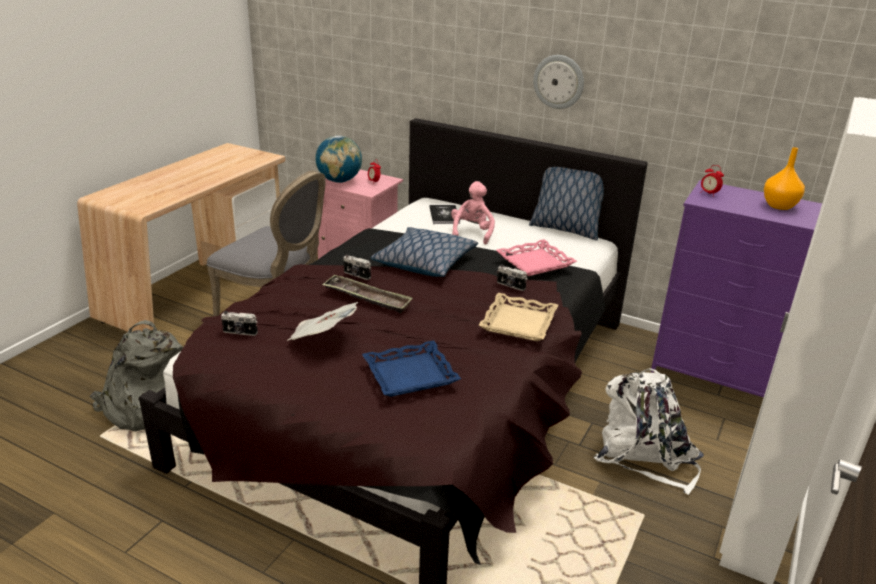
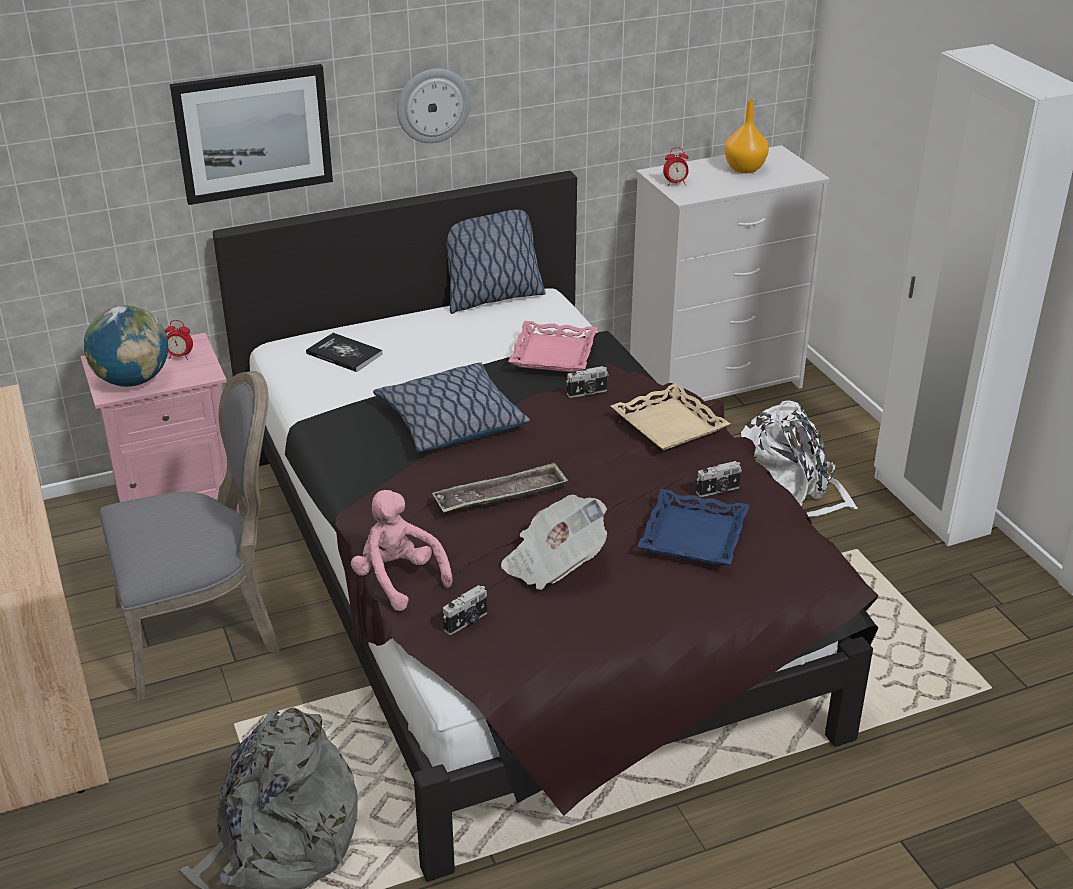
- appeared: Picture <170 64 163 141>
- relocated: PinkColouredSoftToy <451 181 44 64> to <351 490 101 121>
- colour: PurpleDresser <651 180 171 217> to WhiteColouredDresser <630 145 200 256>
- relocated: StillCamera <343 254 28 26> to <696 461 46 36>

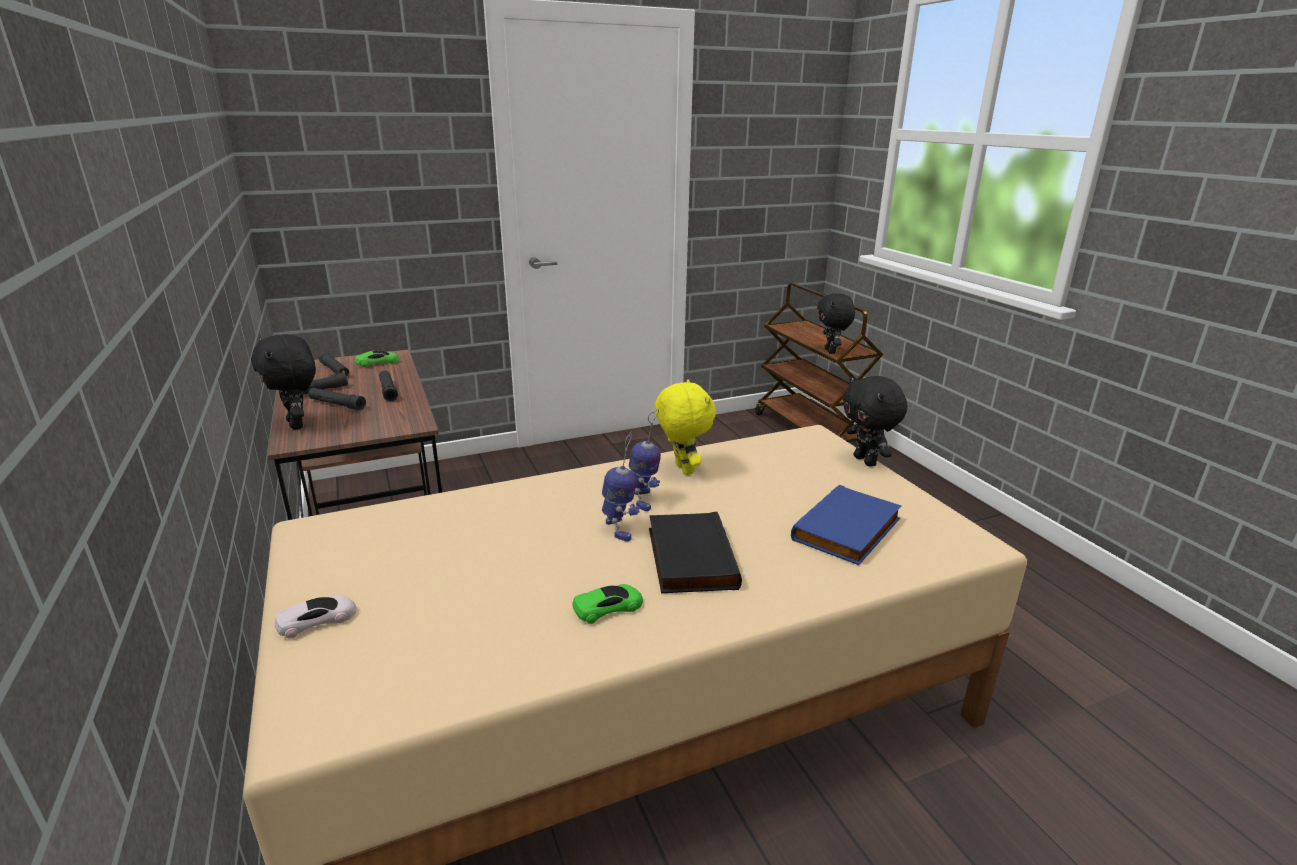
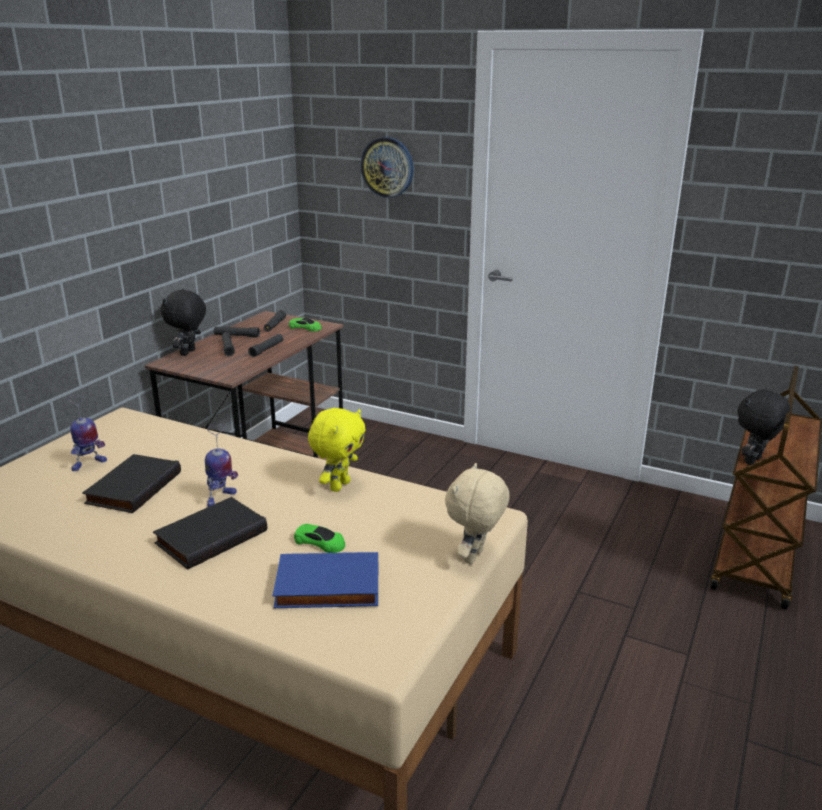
- relocated: ToyRobot <629 409 32 102> to <67 395 40 76>
- appeared: BlackBoundBook <82 454 99 59>
- relocated: GreenishModelCar <573 584 70 40> to <294 524 51 29>
- appeared: HangingClock <361 137 53 61>
- colour: BlackSoftToy <843 376 64 91> to BeigeSoftToy <445 463 65 101>
- missing: WhiteColouredModelCar <275 595 82 44>

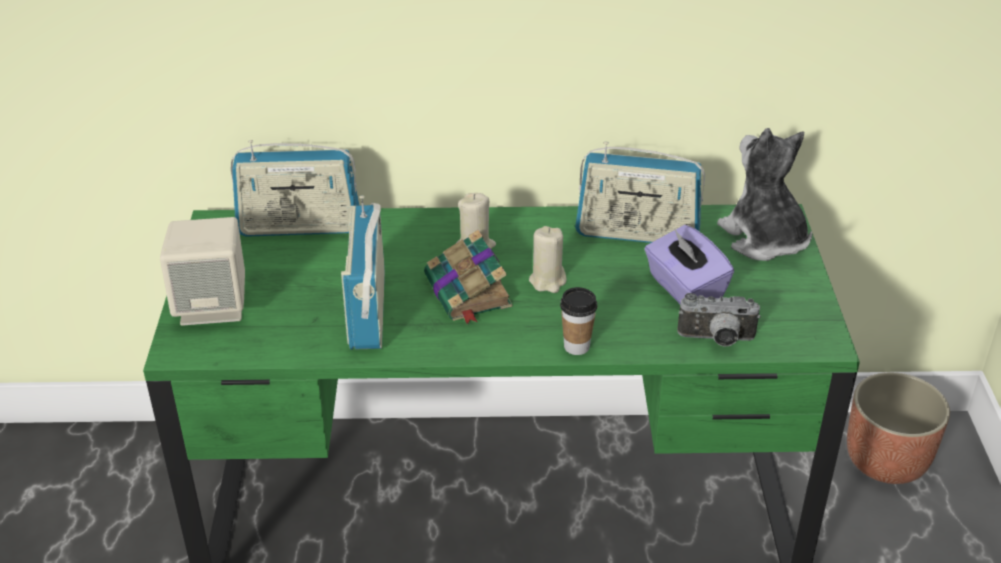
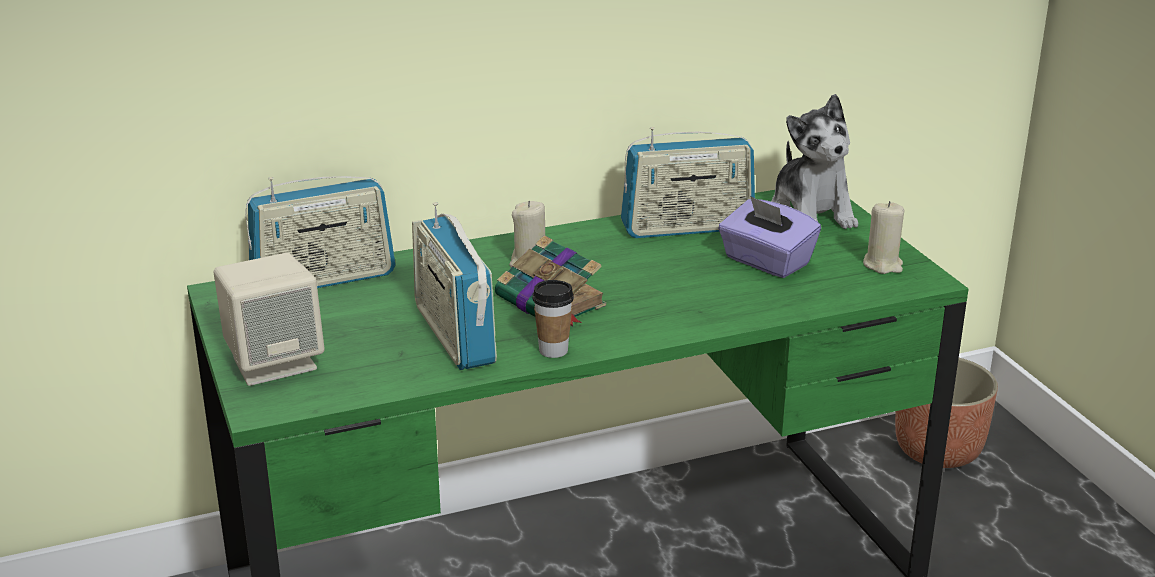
- relocated: Cup <560 287 37 68> to <532 280 42 78>
- spun: SoftToy <717 128 95 133> = <771 94 87 135> 150 degrees counterclockwise
- relocated: BeigeWaxCandle <529 226 37 67> to <863 201 41 73>
- missing: StillCamera <677 293 84 54>

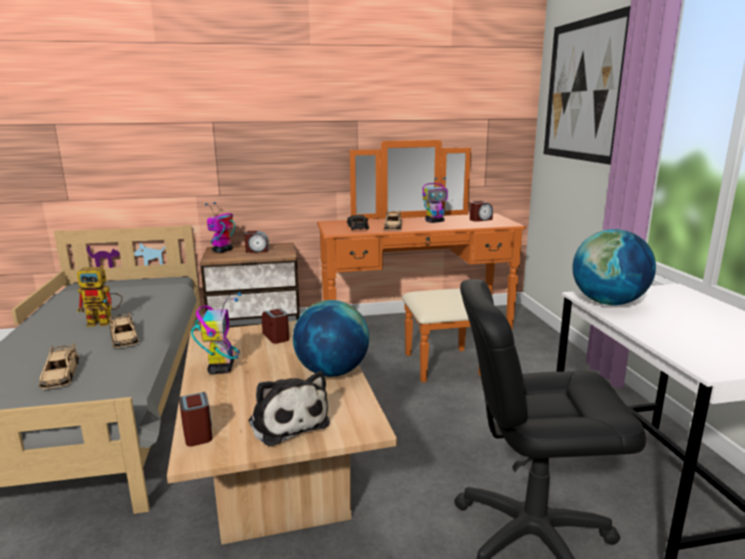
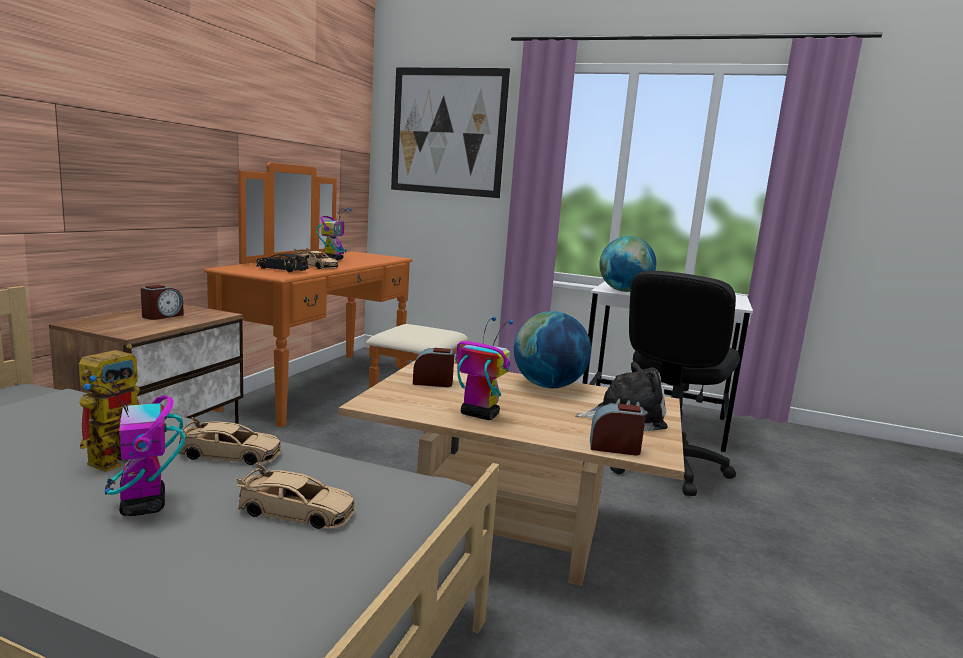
- relocated: ToyRobot <205 202 30 51> to <83 375 103 141>
- missing: AlarmClock <470 200 23 22>

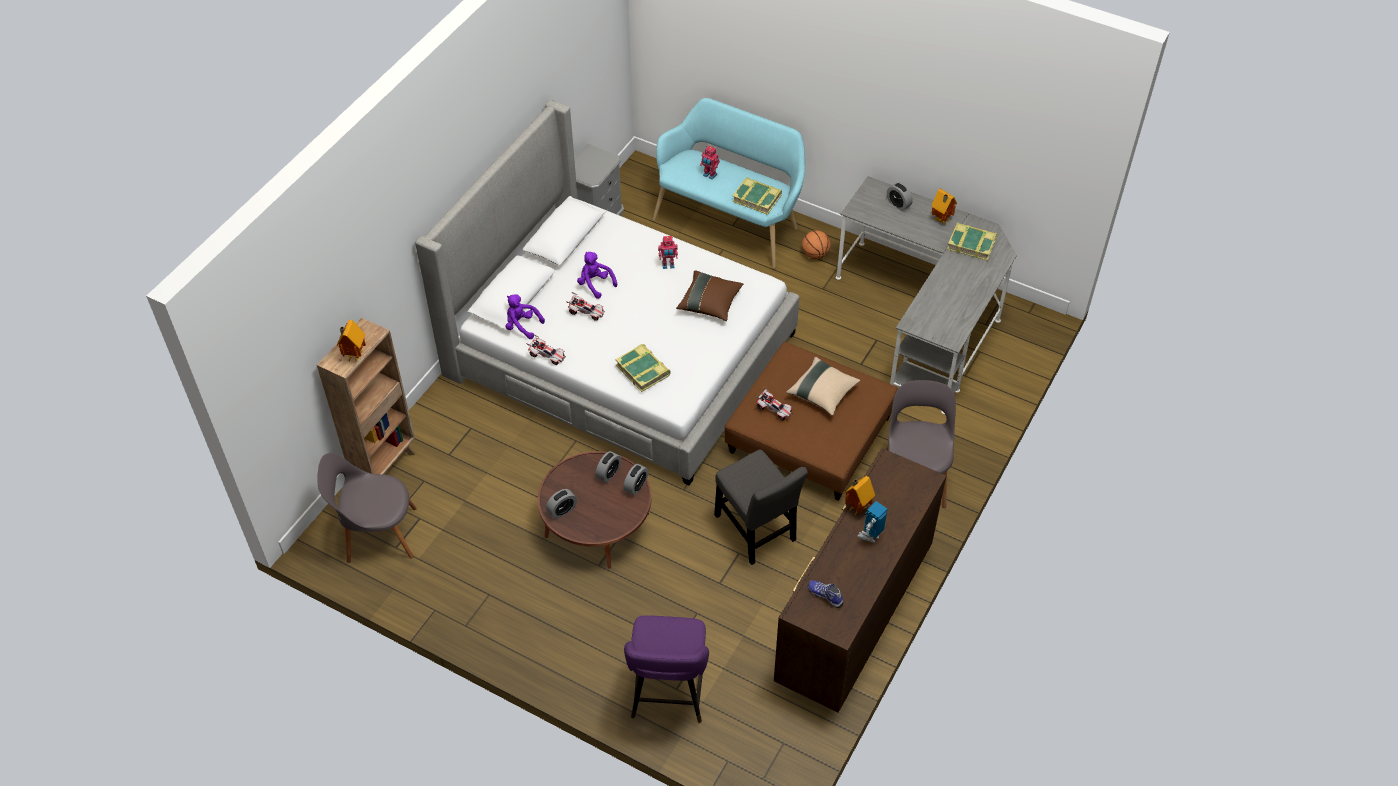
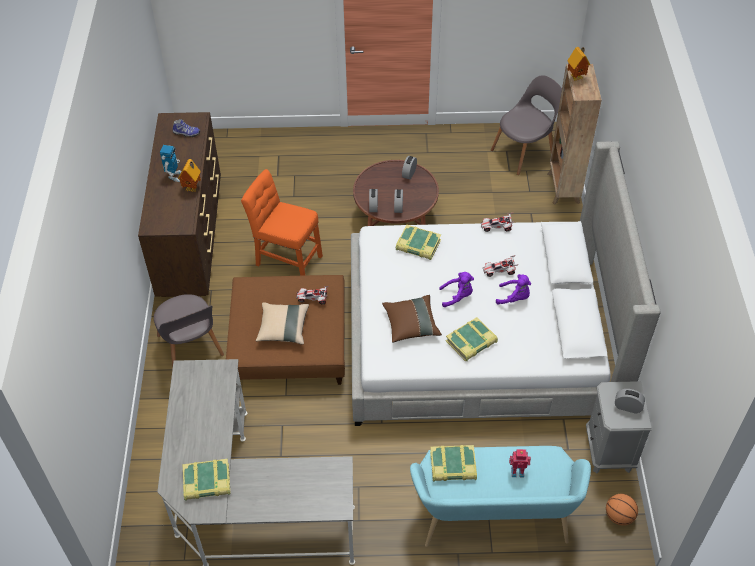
- colour: GreyishUprightChair <714 449 94 116> to OrangeColouredUprightChair <241 169 82 107>
- relocated: PurpleSoftToy <505 294 40 45> to <439 272 35 35>
- exchanged: ToyRobot <658 236 20 33> to BoundBook <446 317 52 44>
- relocated: Basketball <802 230 29 29> to <606 494 32 31>
- relocated: AlarmClock <887 183 26 28> to <615 389 30 25>
- missing: PurpleSittingStool <624 615 85 108>
- missing: ModelHouse <931 188 26 36>

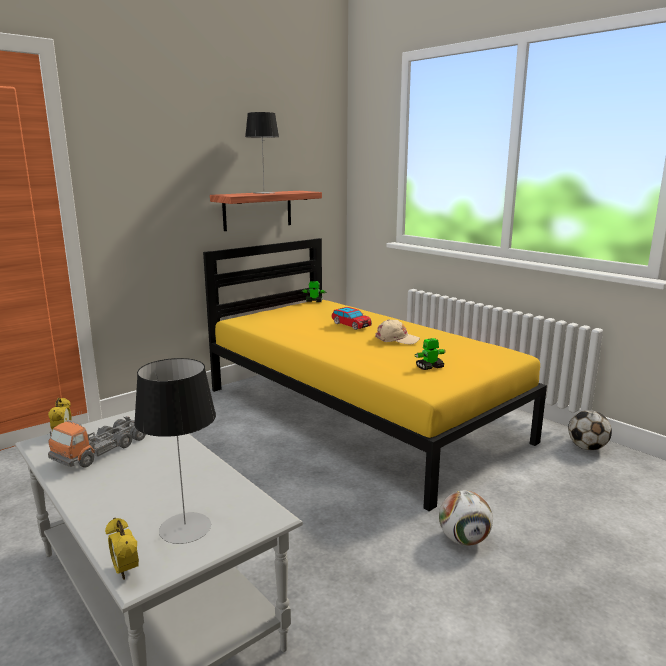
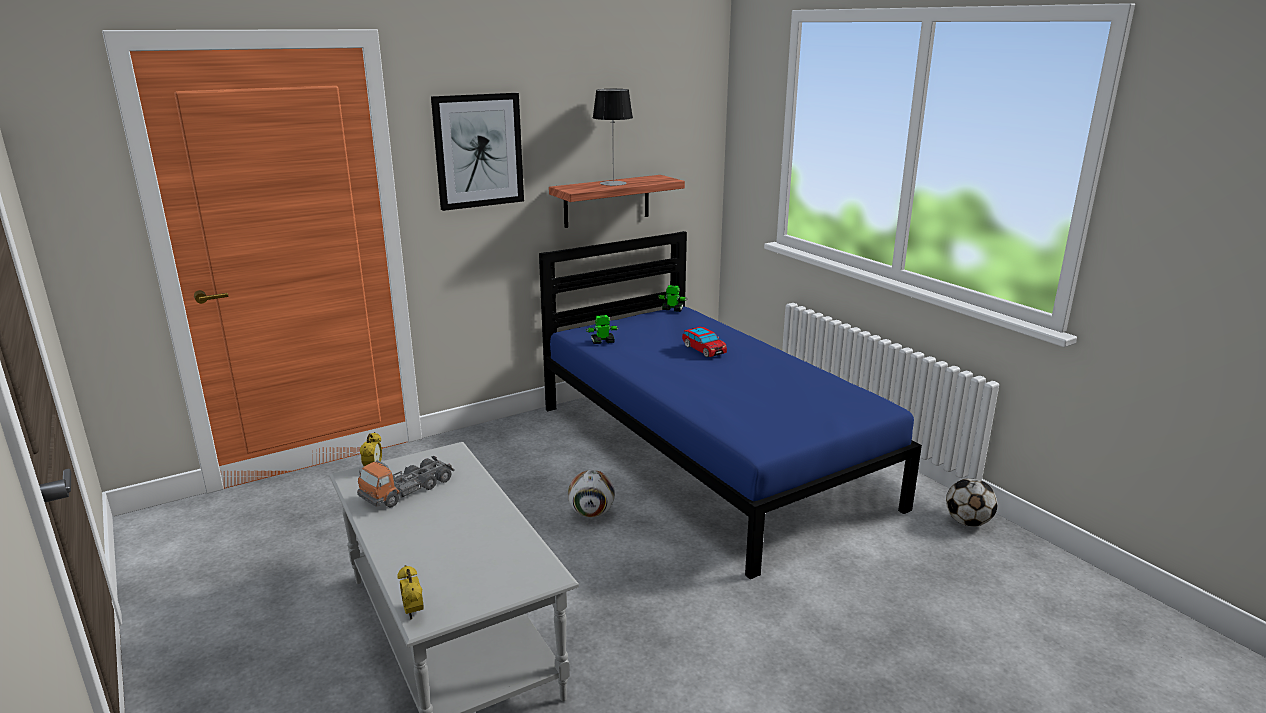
- appeared: Picture <431 93 93 118>
- colour: YellowColouredBed <203 238 344 273> to BlueBed <539 231 383 348>
- relocated: BallForFootball <439 491 54 55> to <568 470 47 47>
- relocated: ToyRobot <415 338 31 32> to <586 315 33 29>
- missing: LampForATable <134 358 82 186>
- missing: BeigeCap <375 319 45 26>

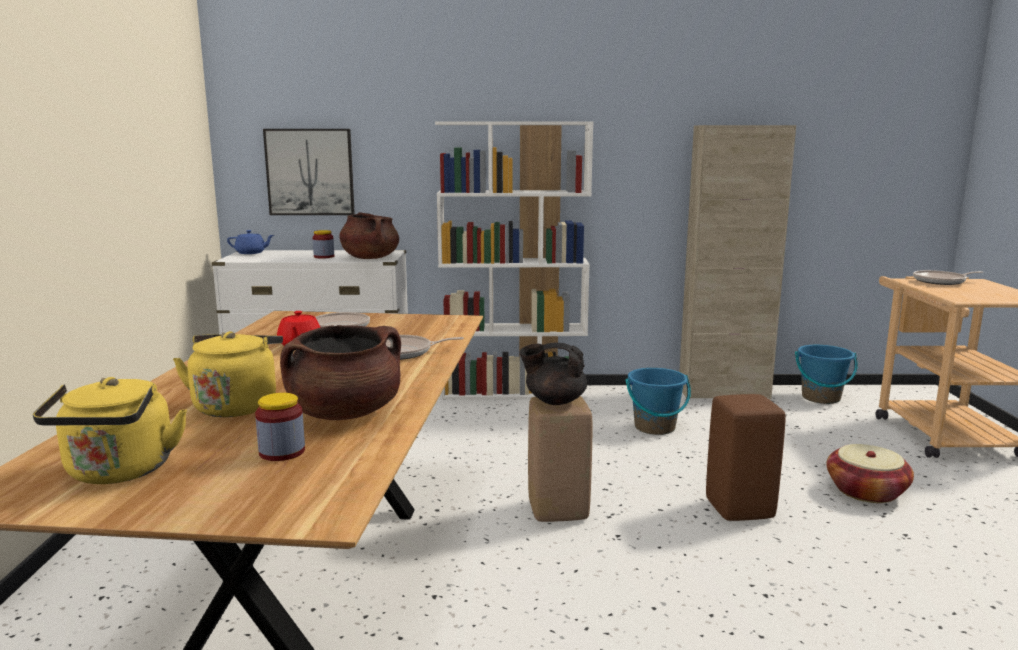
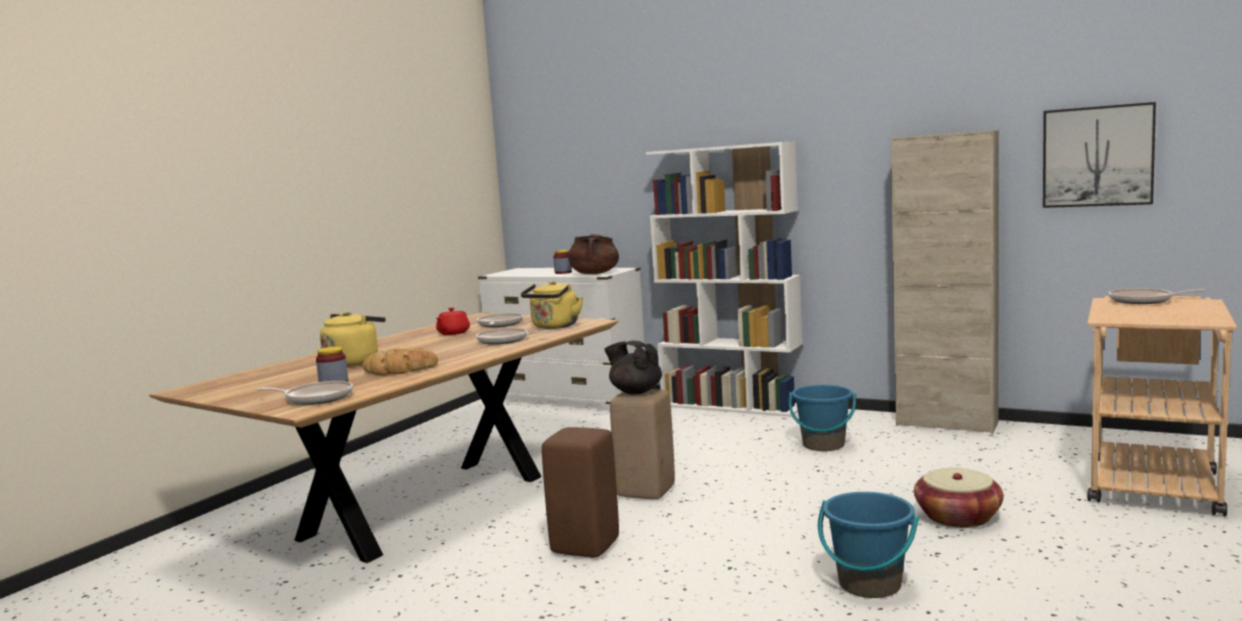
- appeared: Pan <257 381 96 24>
- exchanged: BrownishStockpot <280 325 121 95> to BakeryBread <362 347 76 28>
- relocated: YellowColouredKettle <33 377 154 107> to <521 281 62 48>
- relocated: BrownishSittingStool <706 394 80 127> to <542 427 77 130>
- relocated: BlueWaterBucket <795 345 63 59> to <818 492 101 106>
- relocated: Picture <263 129 92 86> to <1043 102 113 106>
- missing: BluePotForTea <227 230 47 24>

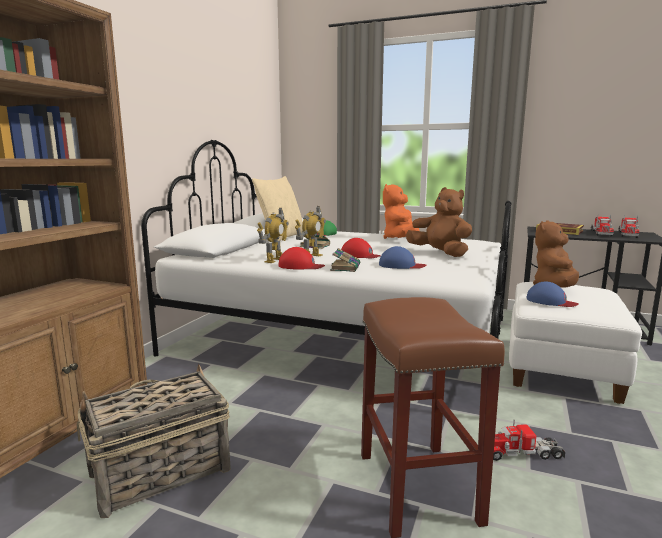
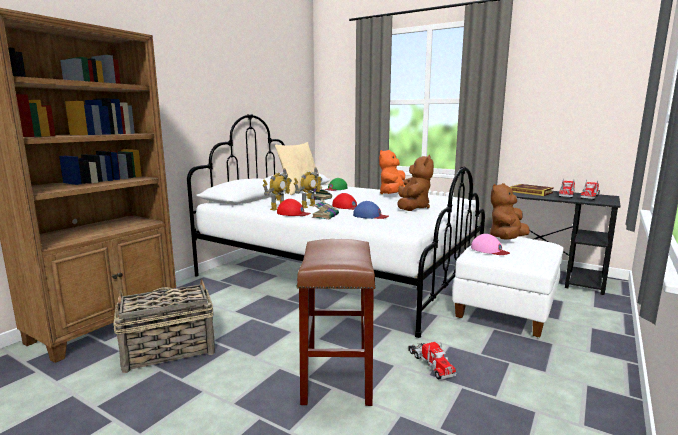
- spun: BrownishSoftToy <406 187 66 70> = <397 155 37 56> 45 degrees clockwise
- spun: ToyTruck <493 420 72 41> = <408 342 48 38> 120 degrees counterclockwise
- colour: BlueCap <526 281 53 26> to PinkColouredCap <471 234 39 21>

